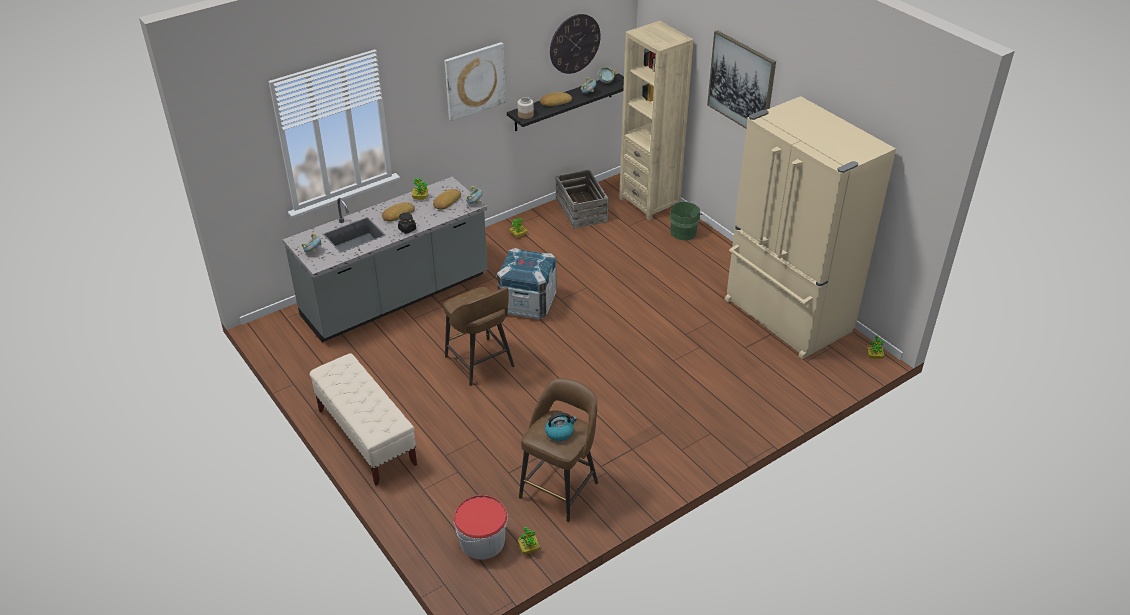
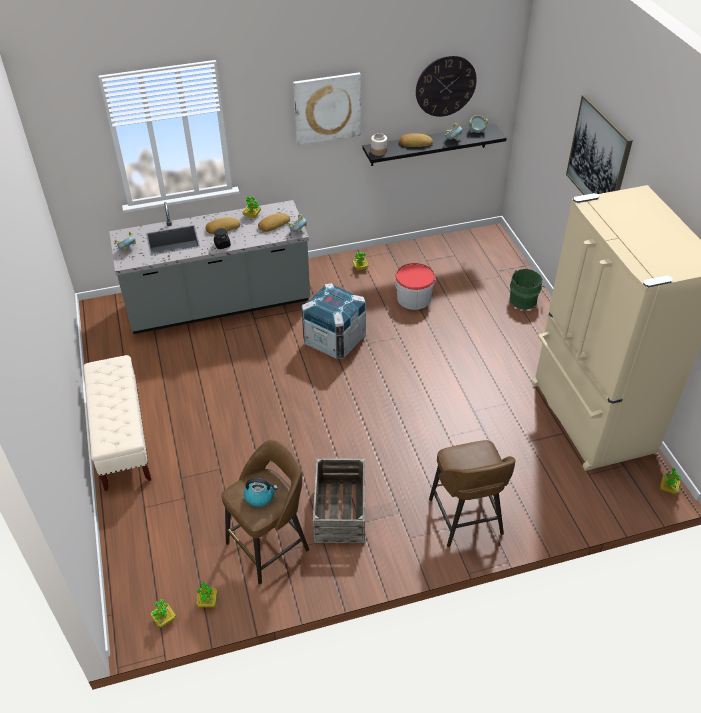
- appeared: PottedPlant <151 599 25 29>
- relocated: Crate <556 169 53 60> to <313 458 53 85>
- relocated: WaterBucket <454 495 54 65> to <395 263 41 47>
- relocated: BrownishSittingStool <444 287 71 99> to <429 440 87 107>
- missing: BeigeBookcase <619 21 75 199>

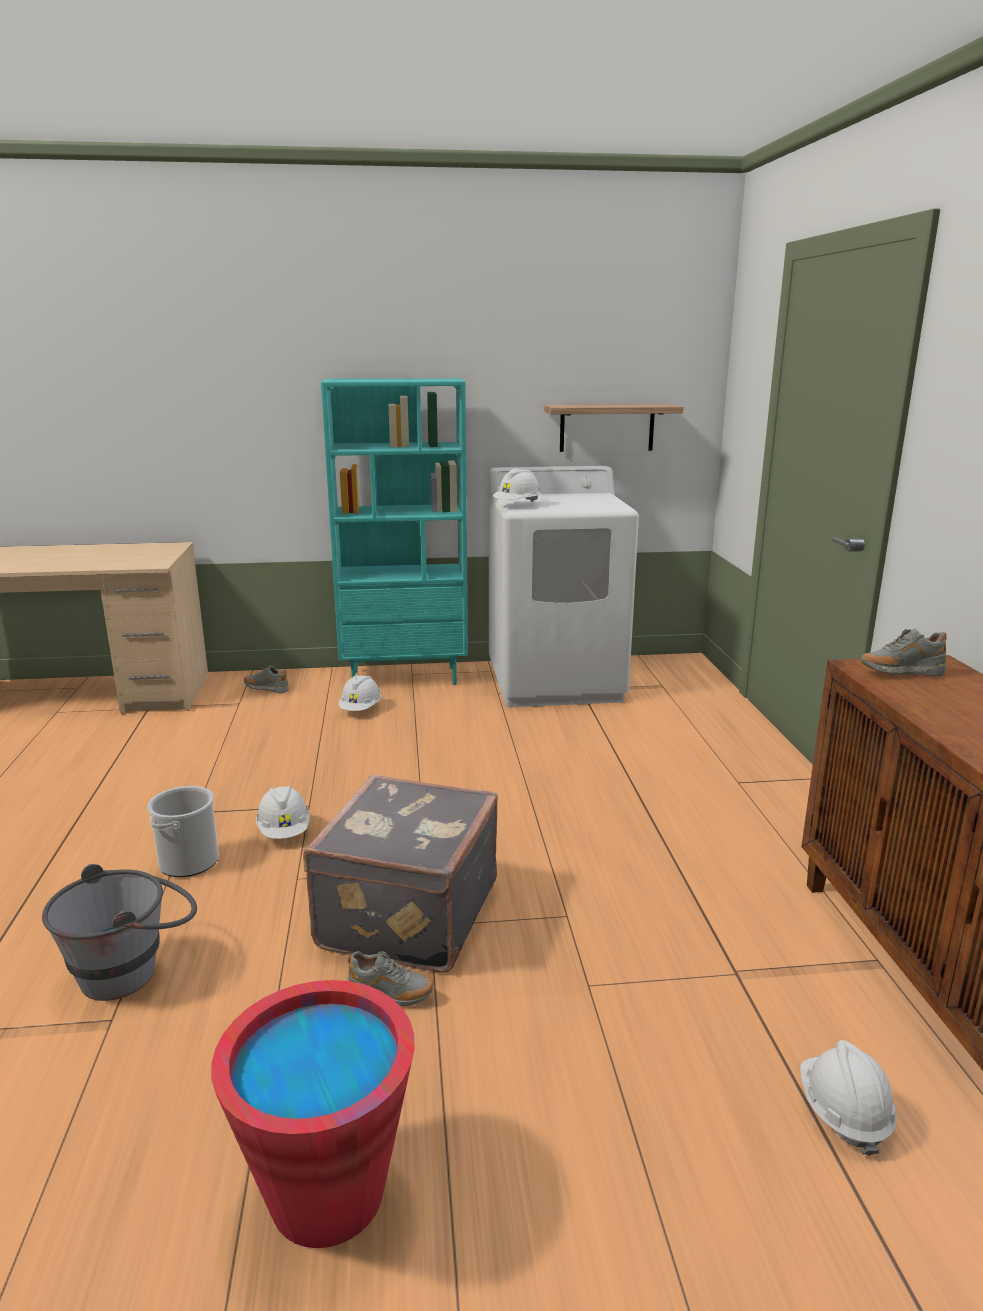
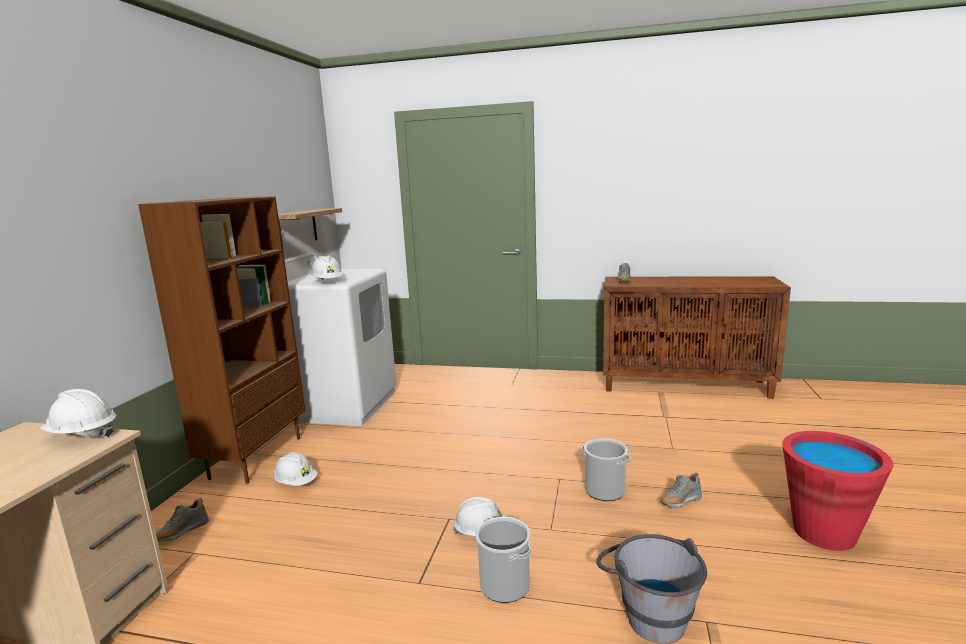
- relocated: WhiteColouredWorkHelmet <800 1040 97 116> to <40 389 76 48>
- colour: TurquoiseBookcase <321 378 147 307> to BrownishBookcase <138 196 167 288>
- exchanged: GreyishTravelCase <303 774 195 199> to WaterBucket <582 438 48 63>
- spun: GreyishLowShoe <348 951 86 55> = <661 473 41 35> 150 degrees counterclockwise

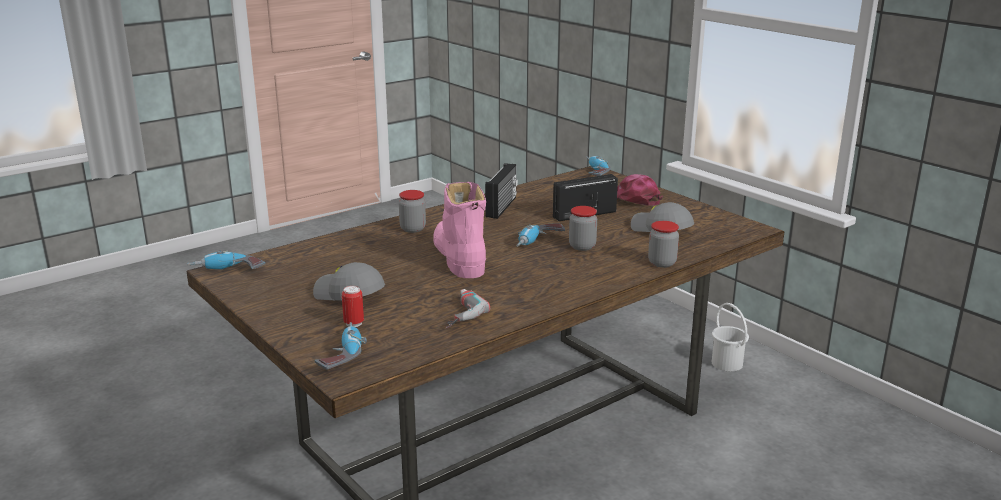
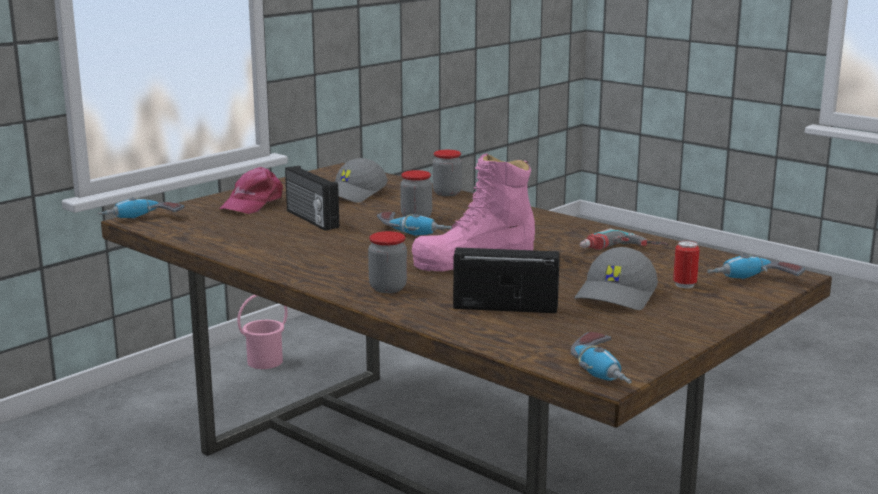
- colour: WhiteColouredWaterBucket <712 303 37 68> to PinkColouredWaterBucket <237 295 51 74>
- relocated: RadioSet <485 163 33 56> to <453 247 107 66>

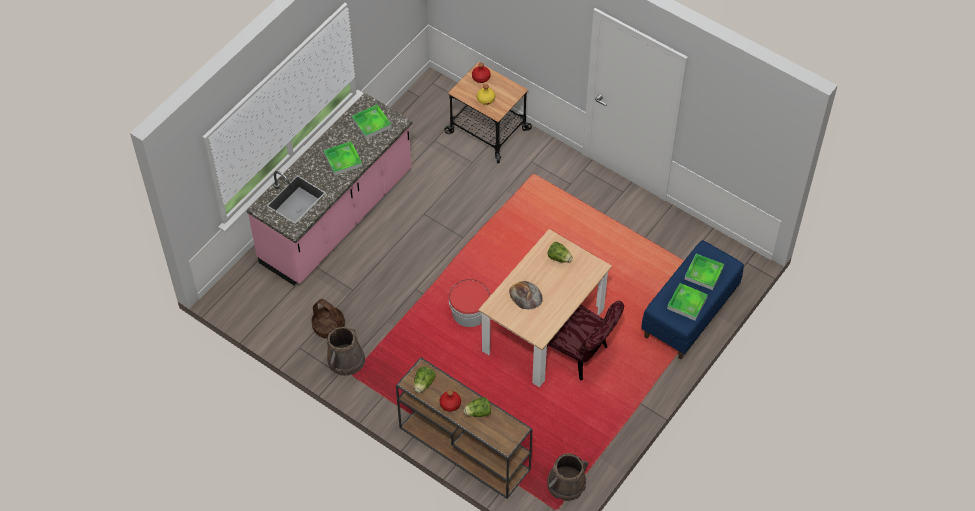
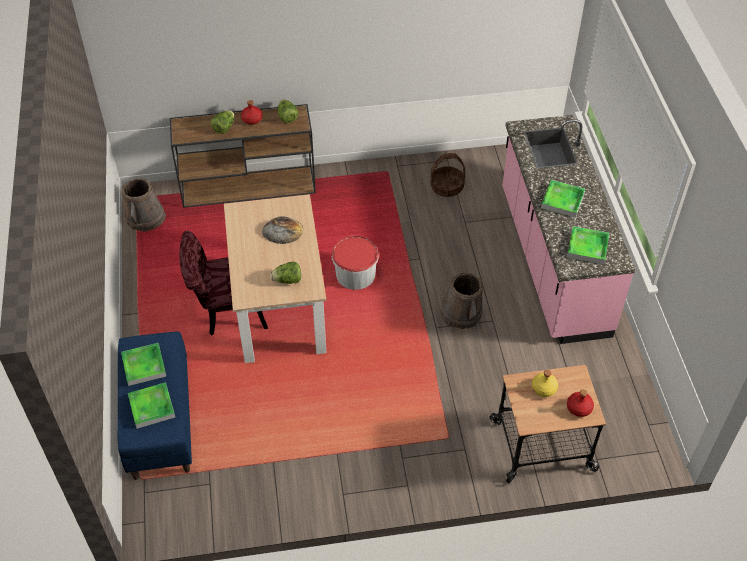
- relocated: BrownishWaterBucket <327 327 38 49> to <440 273 43 56>

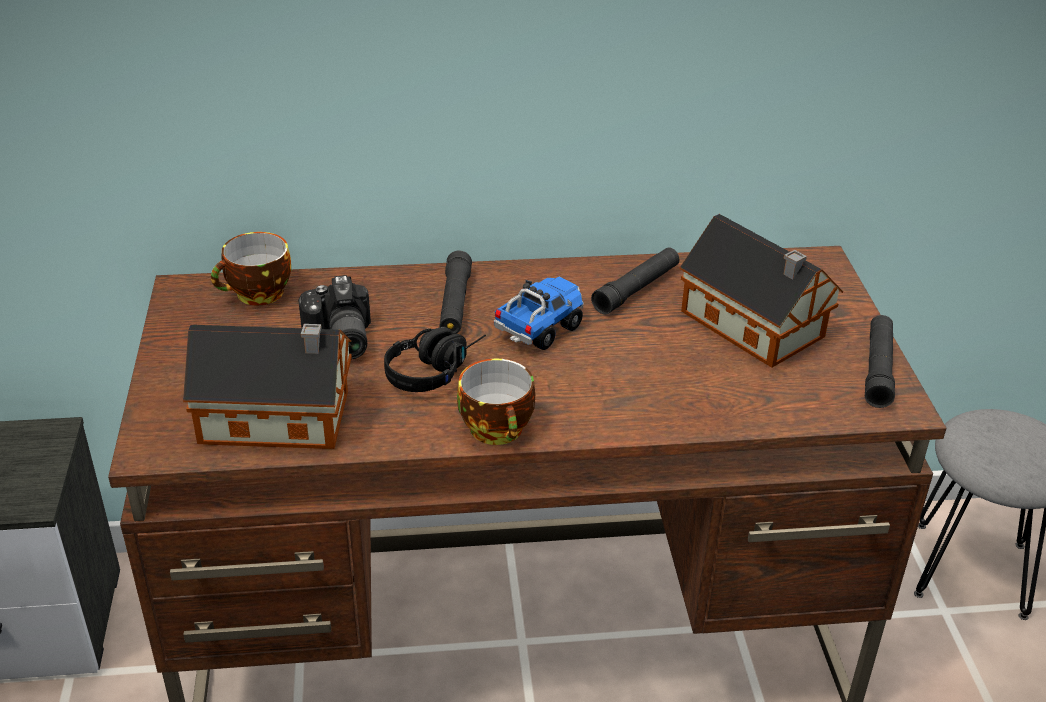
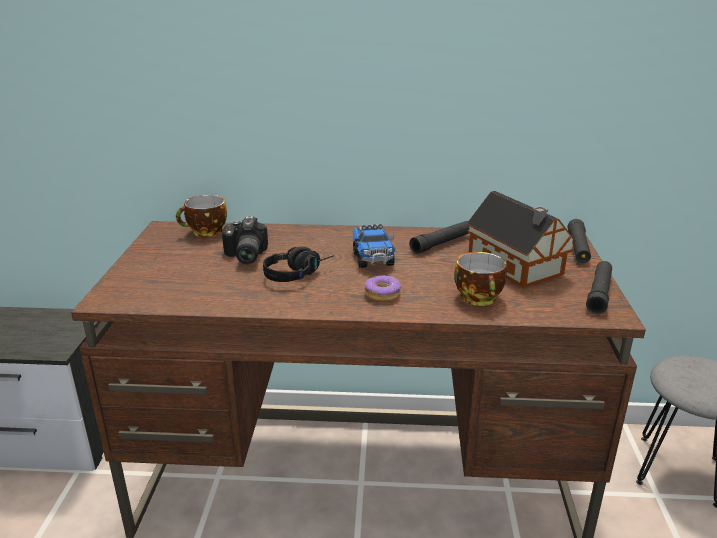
- spun: ToyTruck <494 276 90 74> = <352 224 44 44> 120 degrees clockwise
- appeared: RingDoughnut <365 275 36 26>
- relocated: Cup <457 359 78 86> to <454 252 53 54>
- relocated: BlackHandTorch <439 251 33 83> to <568 219 23 44>
- missing: ModelHouse <183 324 169 125>

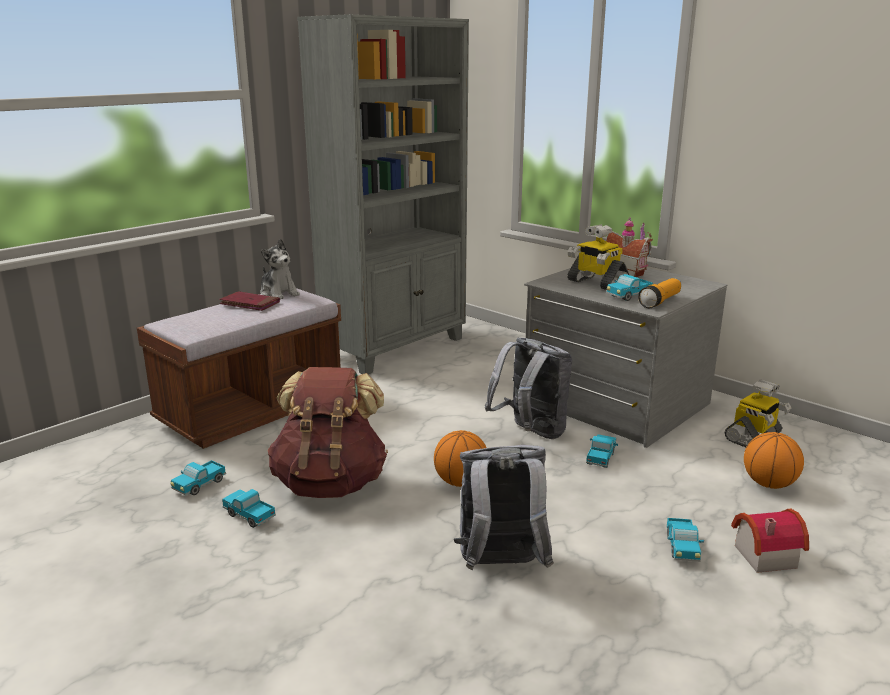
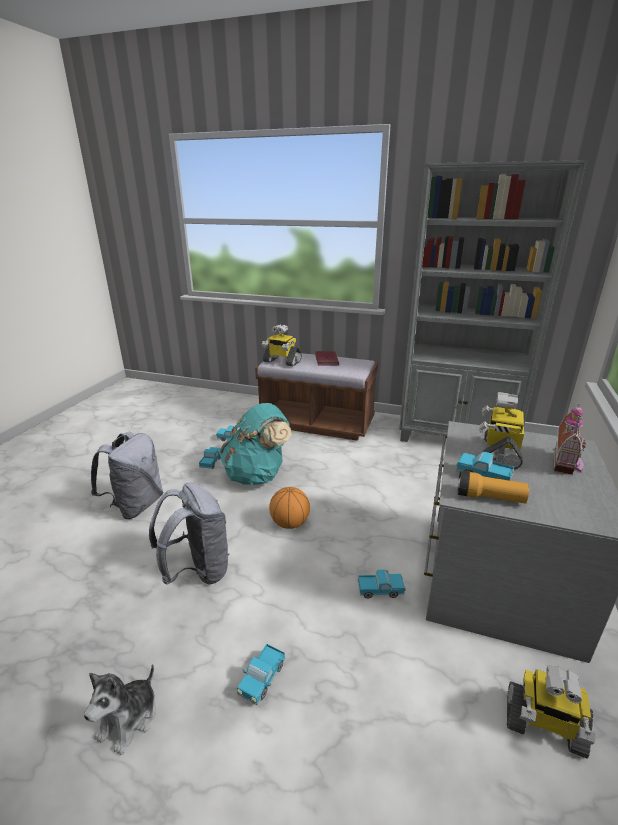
- relocated: SoftToy <260 239 40 61> to <84 664 72 91>
- relocated: GreyishKnapsack <485 337 87 102> to <91 432 72 87>
- colour: BrownishKnapsack <268 367 120 131> to TurquoiseKnapsack <220 403 72 82>
- spun: ToyTruck <666 518 38 44> = <237 644 48 61> 45 degrees counterclockwise
- appeared: ToyRobot <262 324 40 42>
- missing: ModelHouse <731 509 78 64>
- missing: Basketball <744 432 60 57>

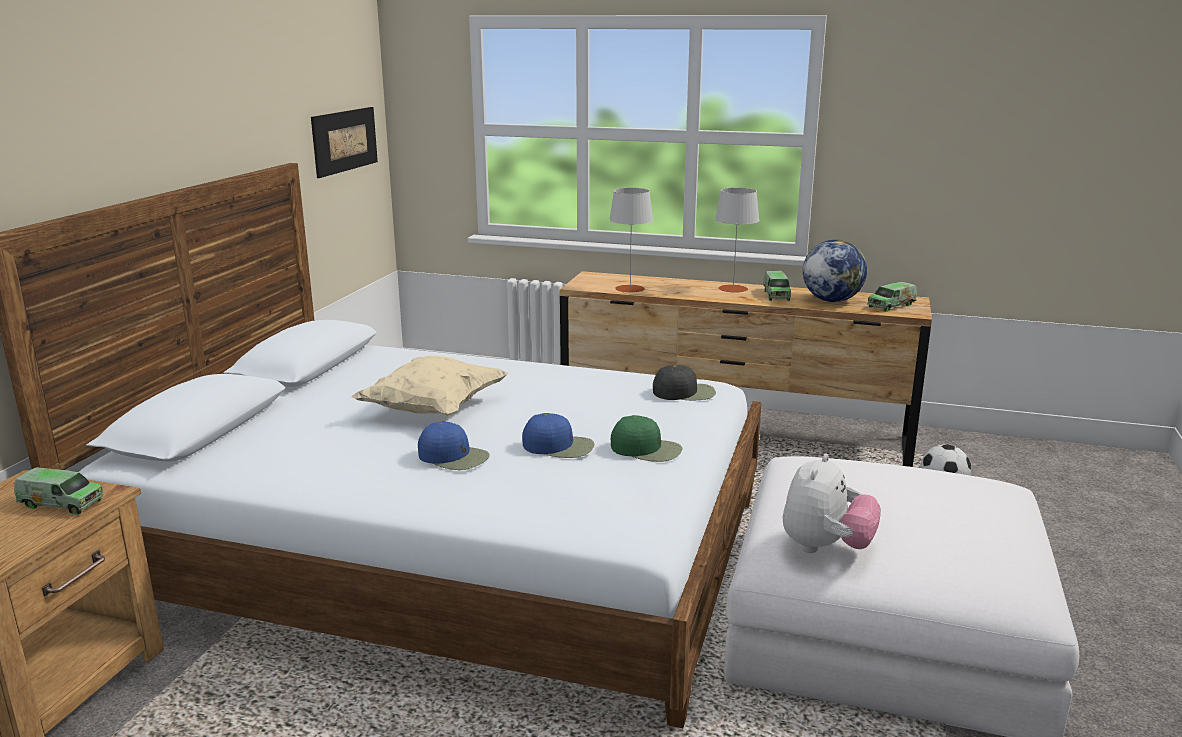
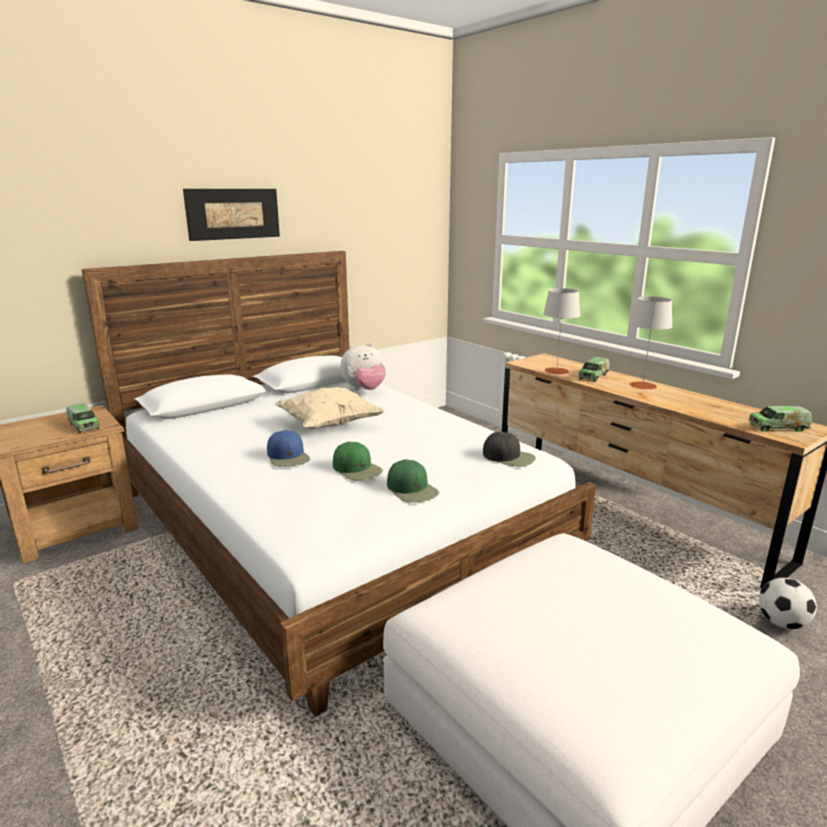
- relocated: Picture <311 107 67 71> to <183 189 97 52>
- colour: BlueCap <522 413 72 45> to GreenishCap <333 442 50 38>
- relocated: SoftToy <783 453 98 100> to <340 343 46 47>
- relocated: ToyTruck <763 271 28 30> to <578 357 32 25>
- missing: DeskGlobe <803 240 64 62>

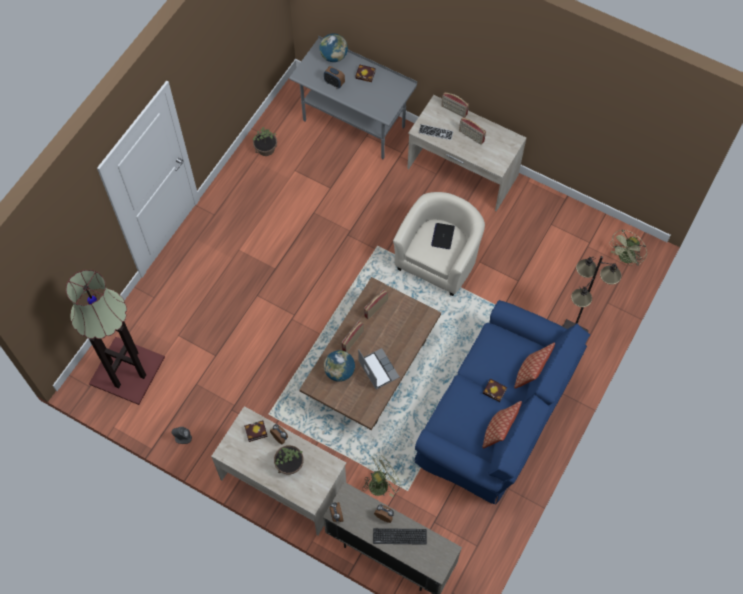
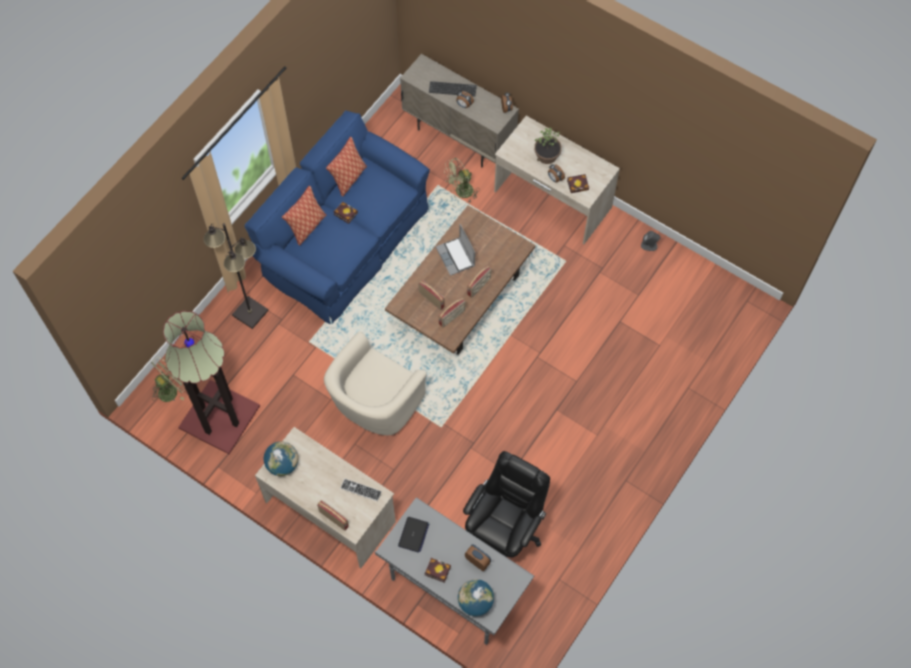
- relocated: StandardLamp <66 270 99 135> to <163 311 97 143>
- relocated: DeskGlobe <324 350 31 32> to <264 442 34 34>
- relocated: PortableComputer <431 223 24 26> to <398 517 31 36>
- relocated: RadioSet <459 117 27 28> to <418 280 27 30>
- appeared: BlackComputerChair <463 451 87 107>
- missing: PottedPlant <253 127 24 29>

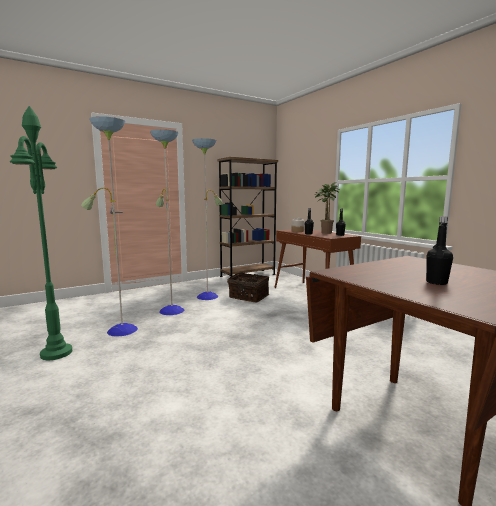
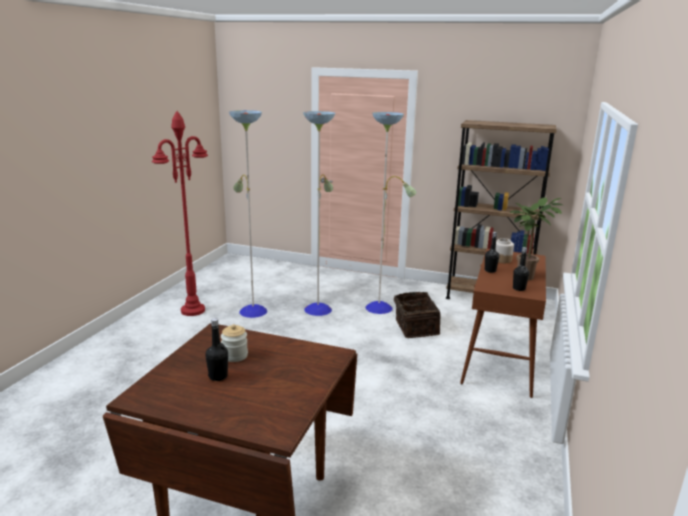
- colour: GreenishStandardLamp <10 106 62 254> to RedStandardLamp <152 111 56 205>
- appeared: Jar <221 324 27 38>

